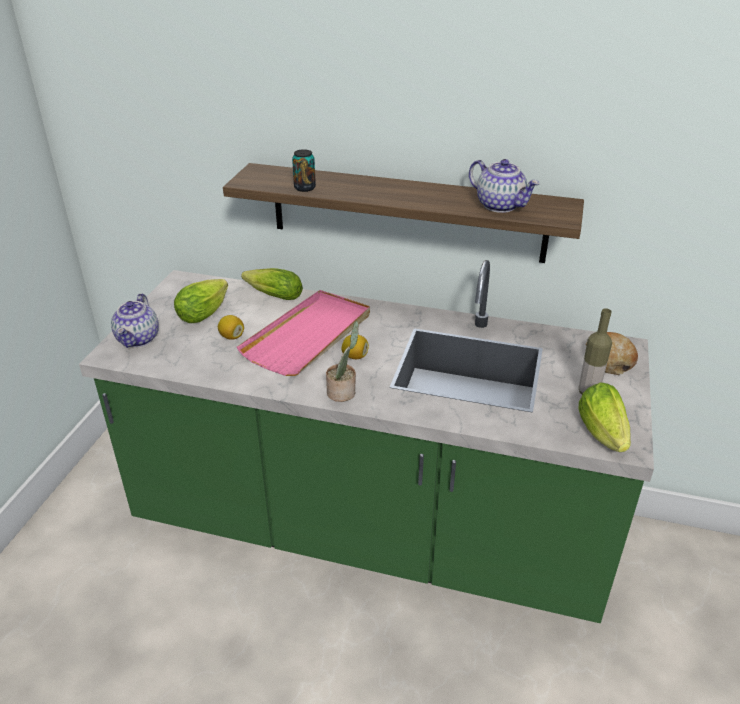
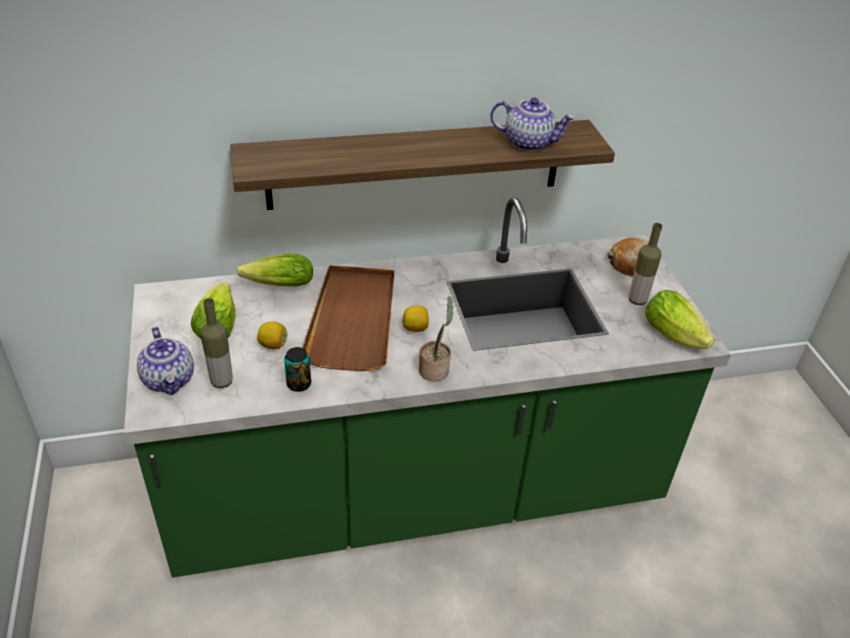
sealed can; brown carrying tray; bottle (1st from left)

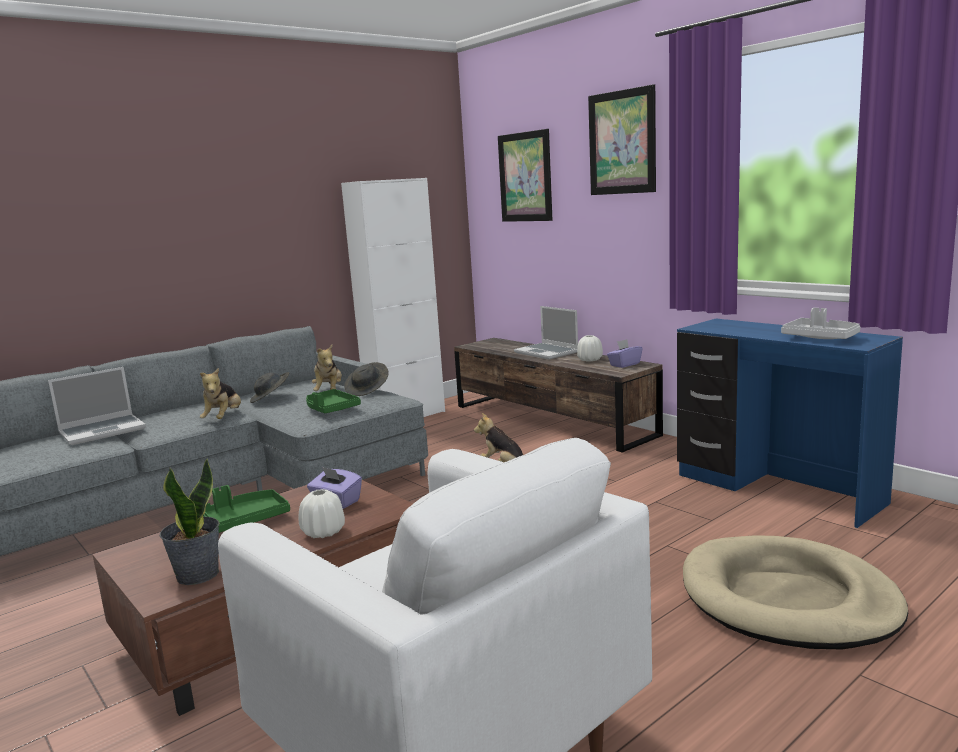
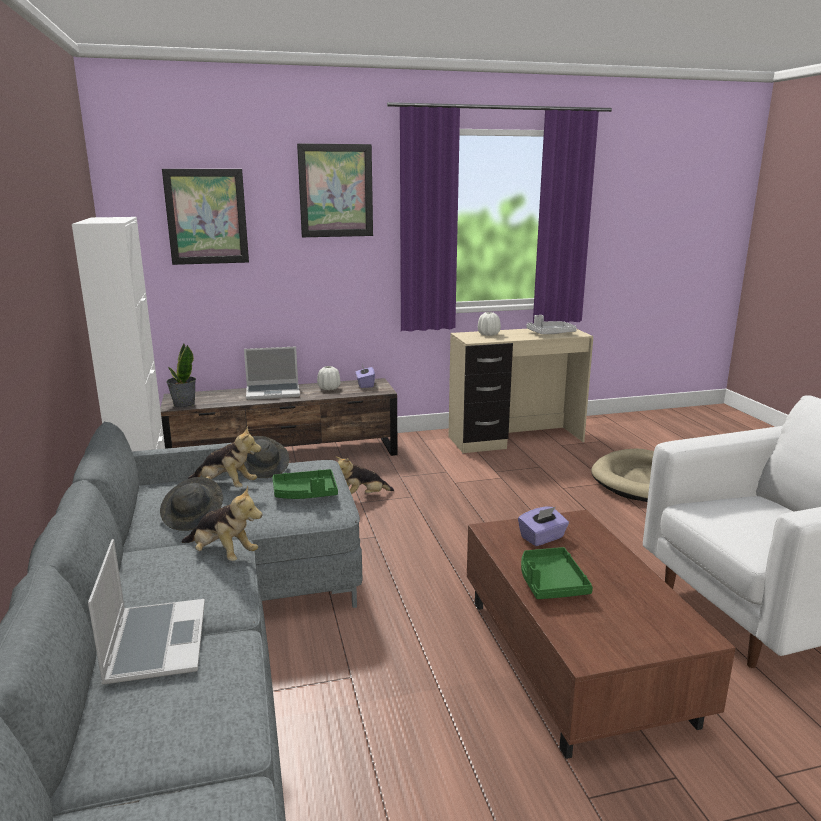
beige desk; potted plant; white flower vase (2nd from left)

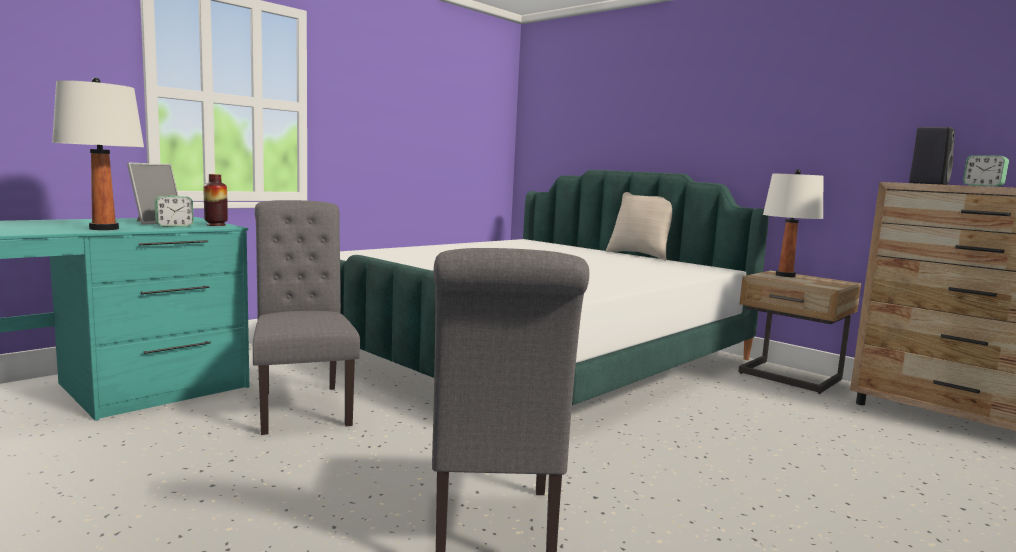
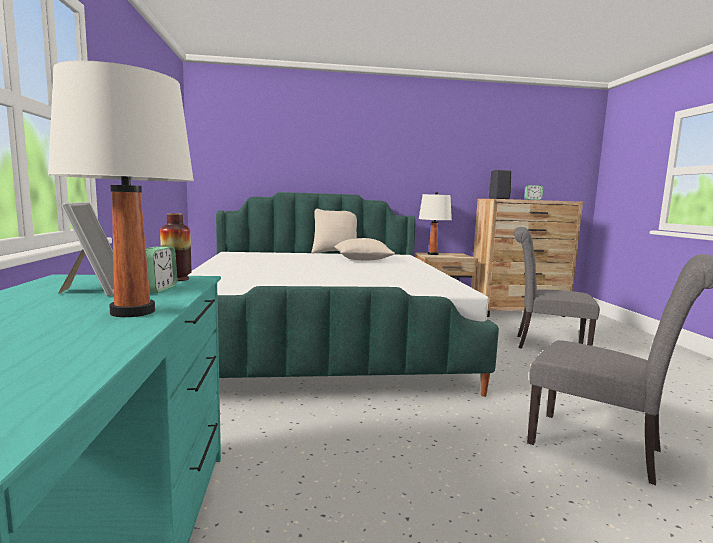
greyish chair (1st from left); beige cushion (2nd from left)

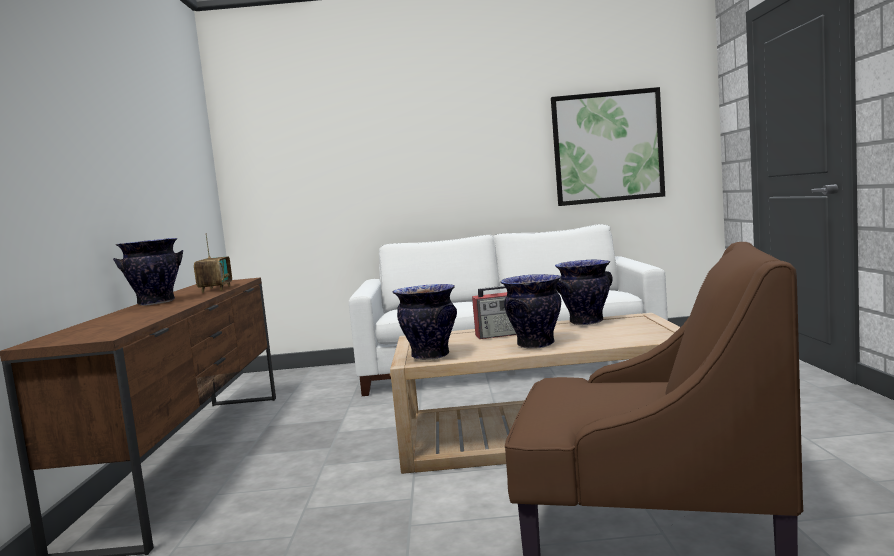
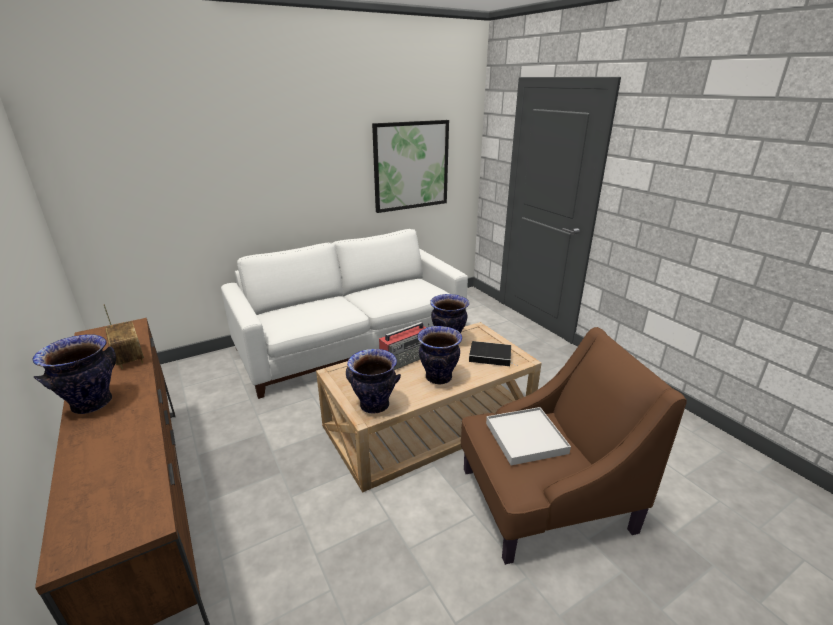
book; white carrying tray

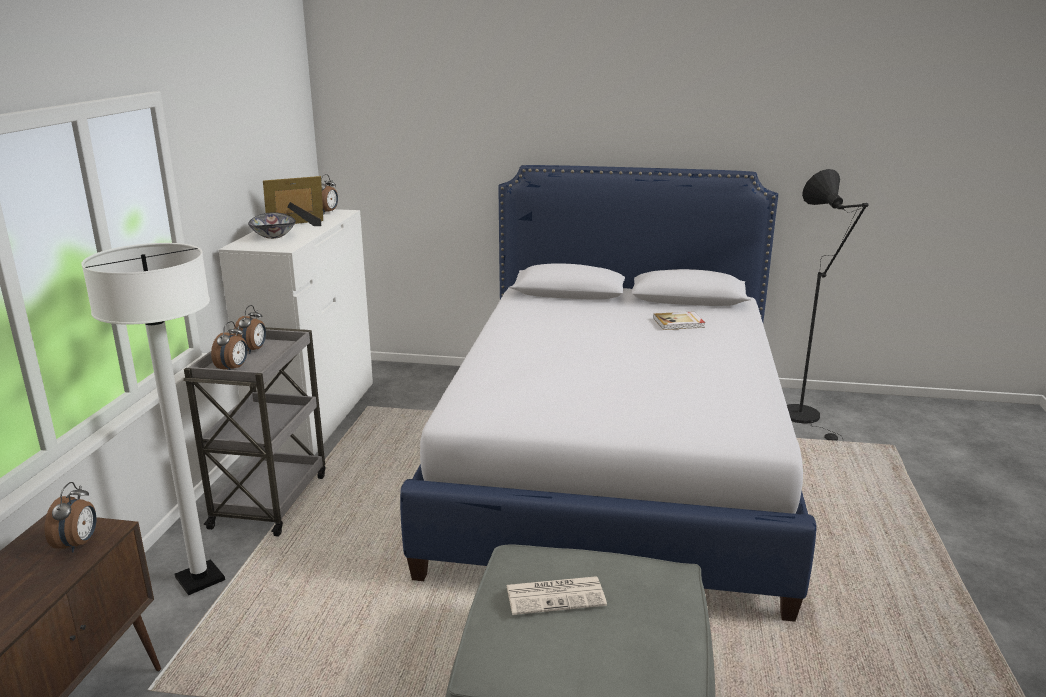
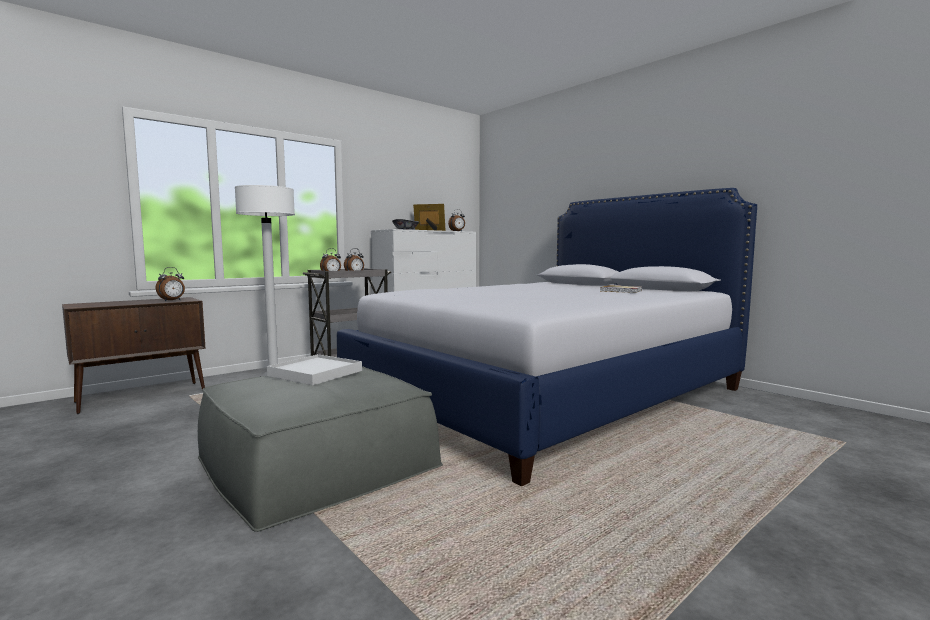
black floor lamp; white carrying tray

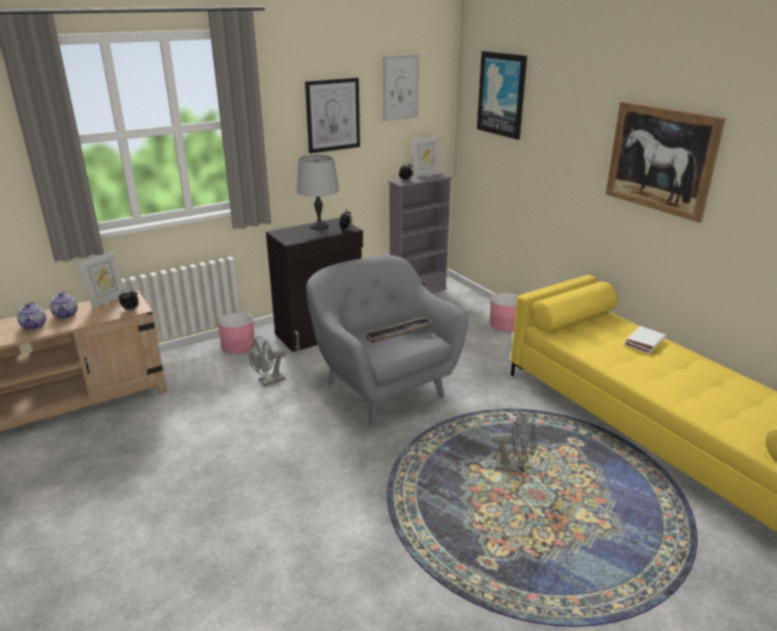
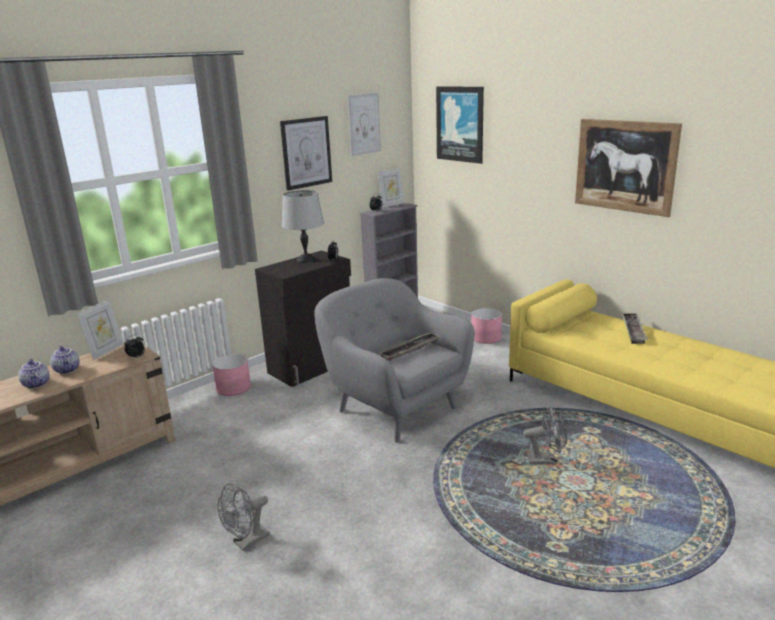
carrying tray (2nd from left); greyish fan (1st from left)

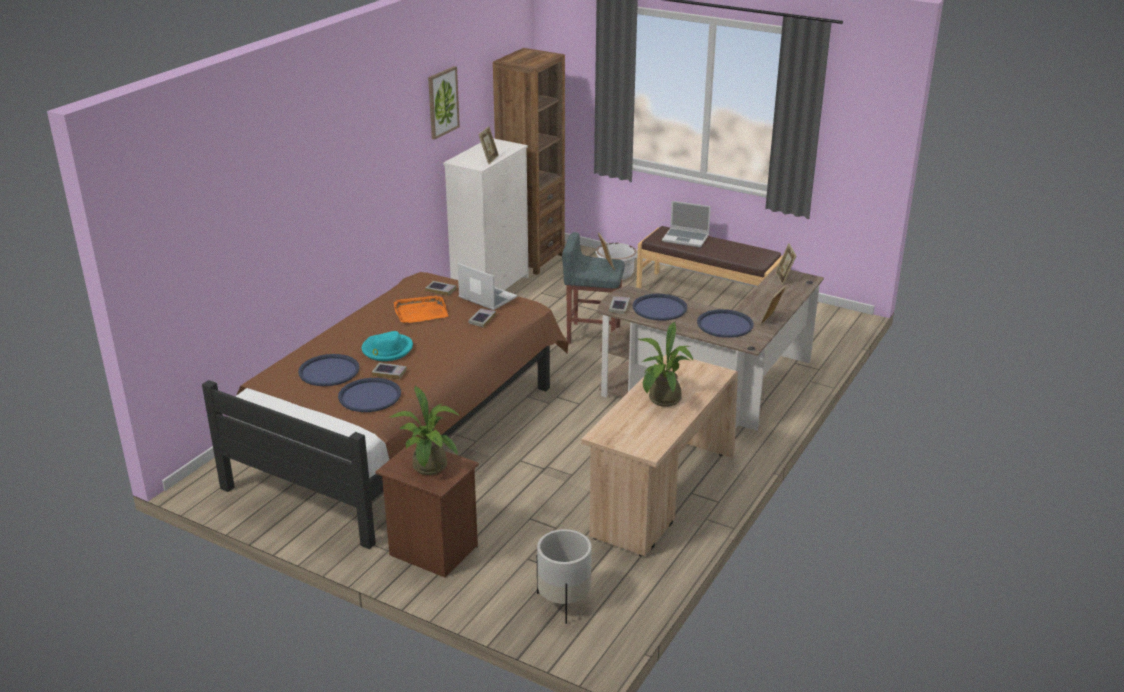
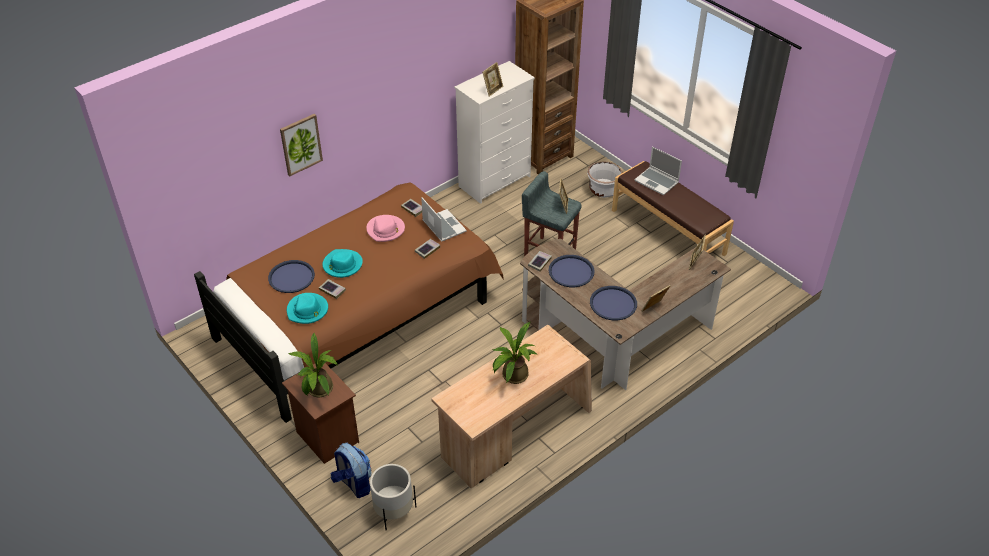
picture; pink hat; blue-green hat (1st from left); backpack

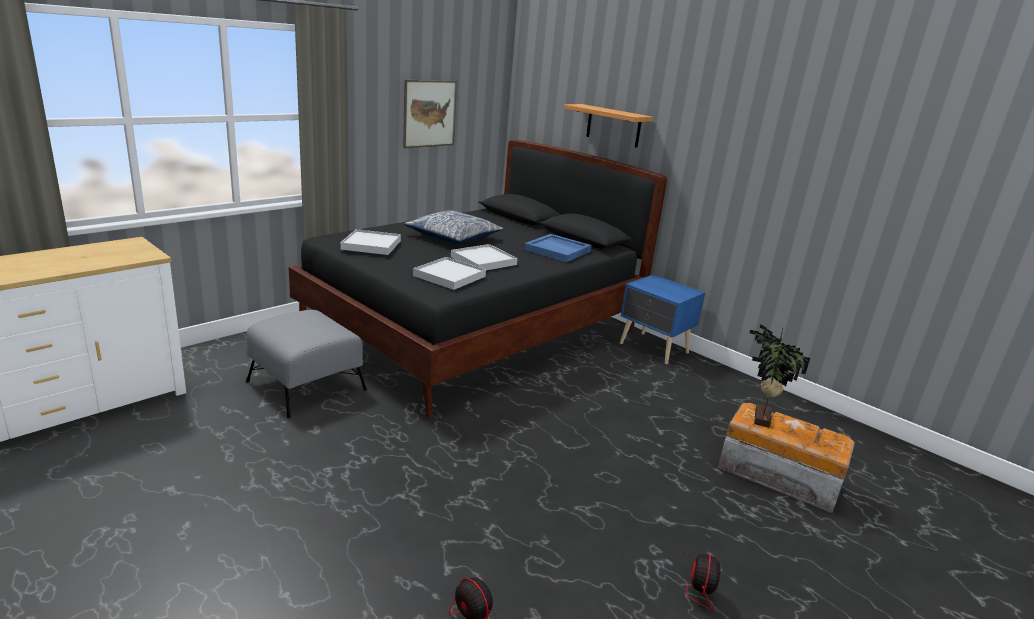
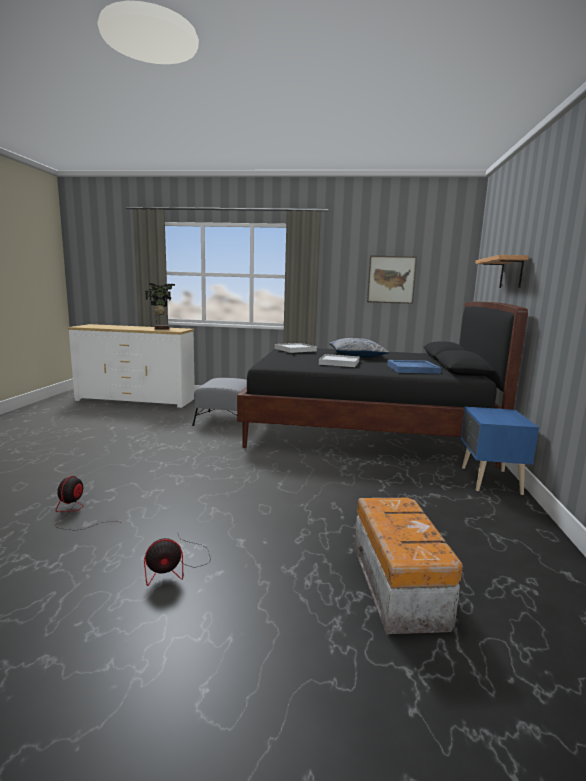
white carrying tray (2nd from left in the first image); potted plant

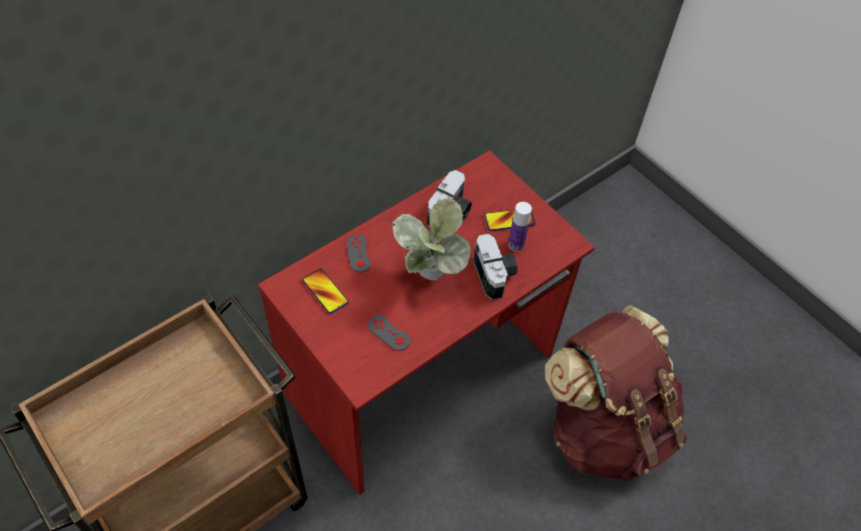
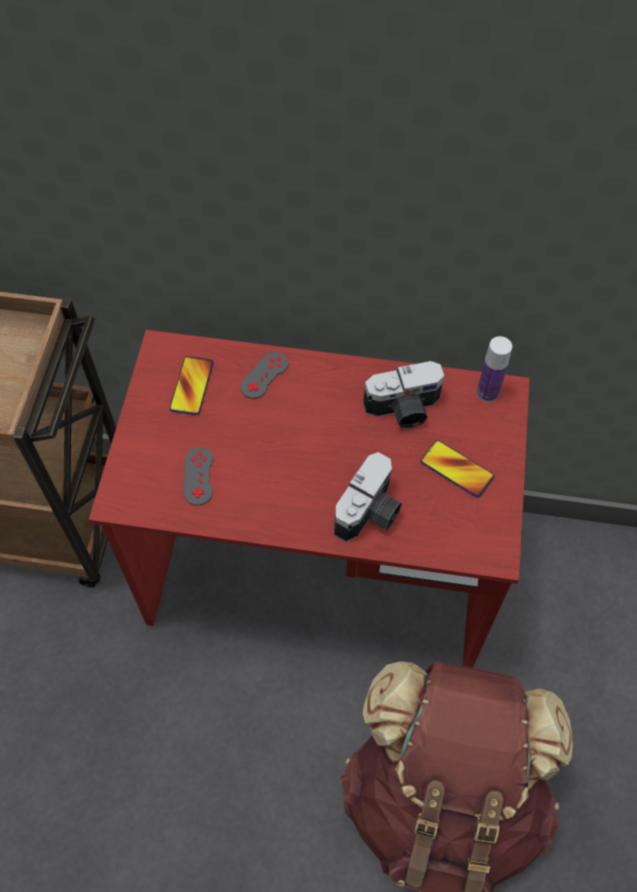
potted plant; bottle

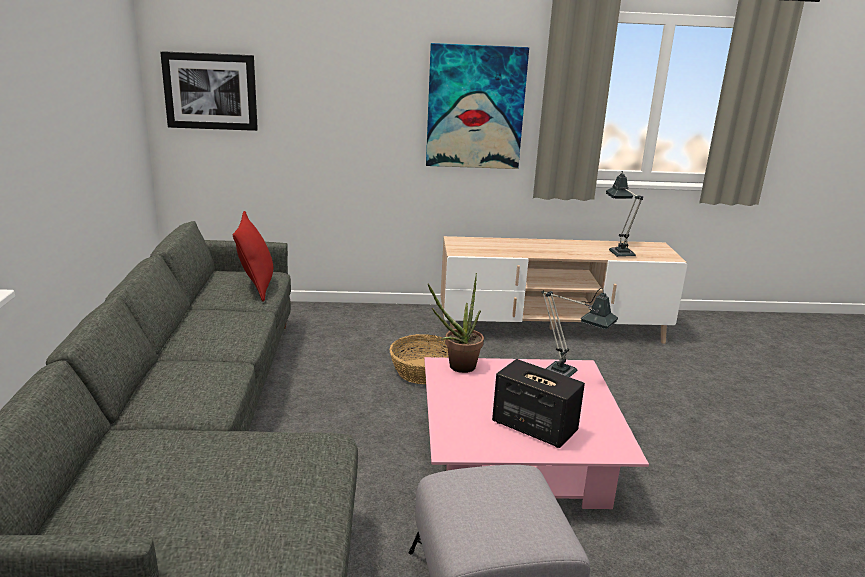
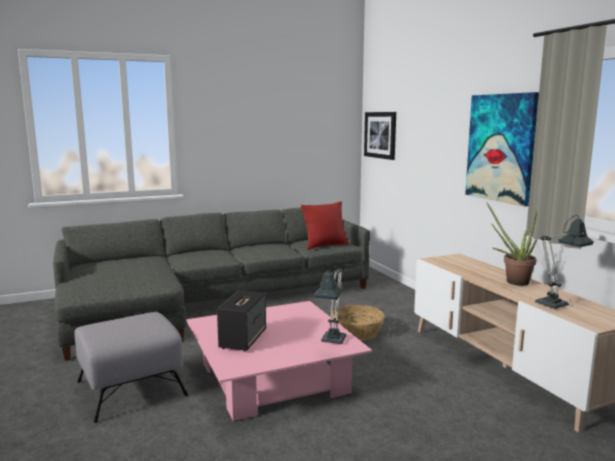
potted plant

